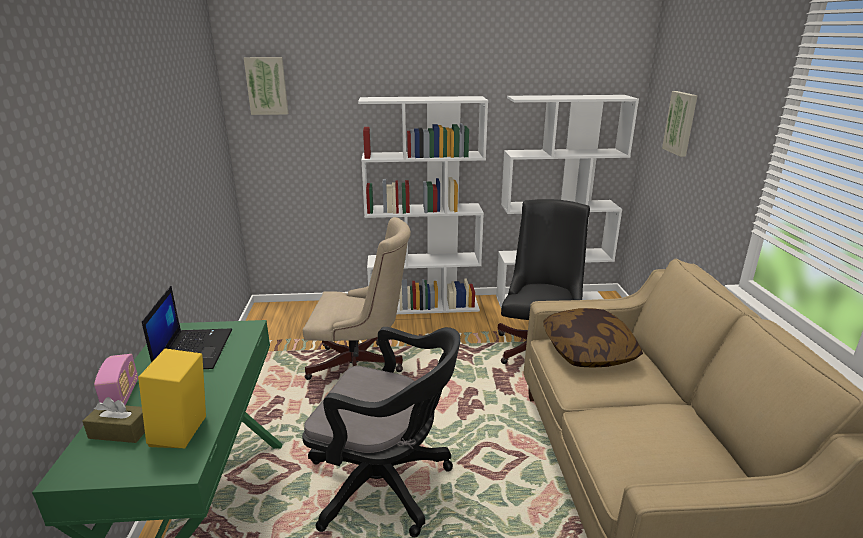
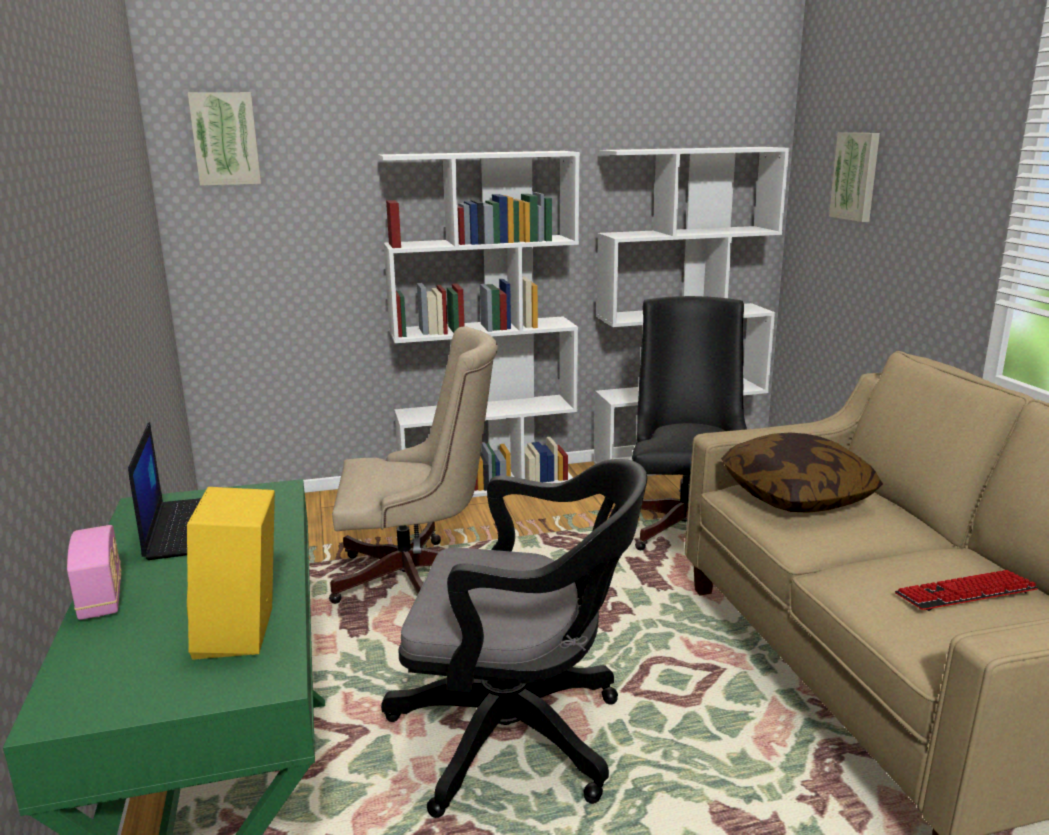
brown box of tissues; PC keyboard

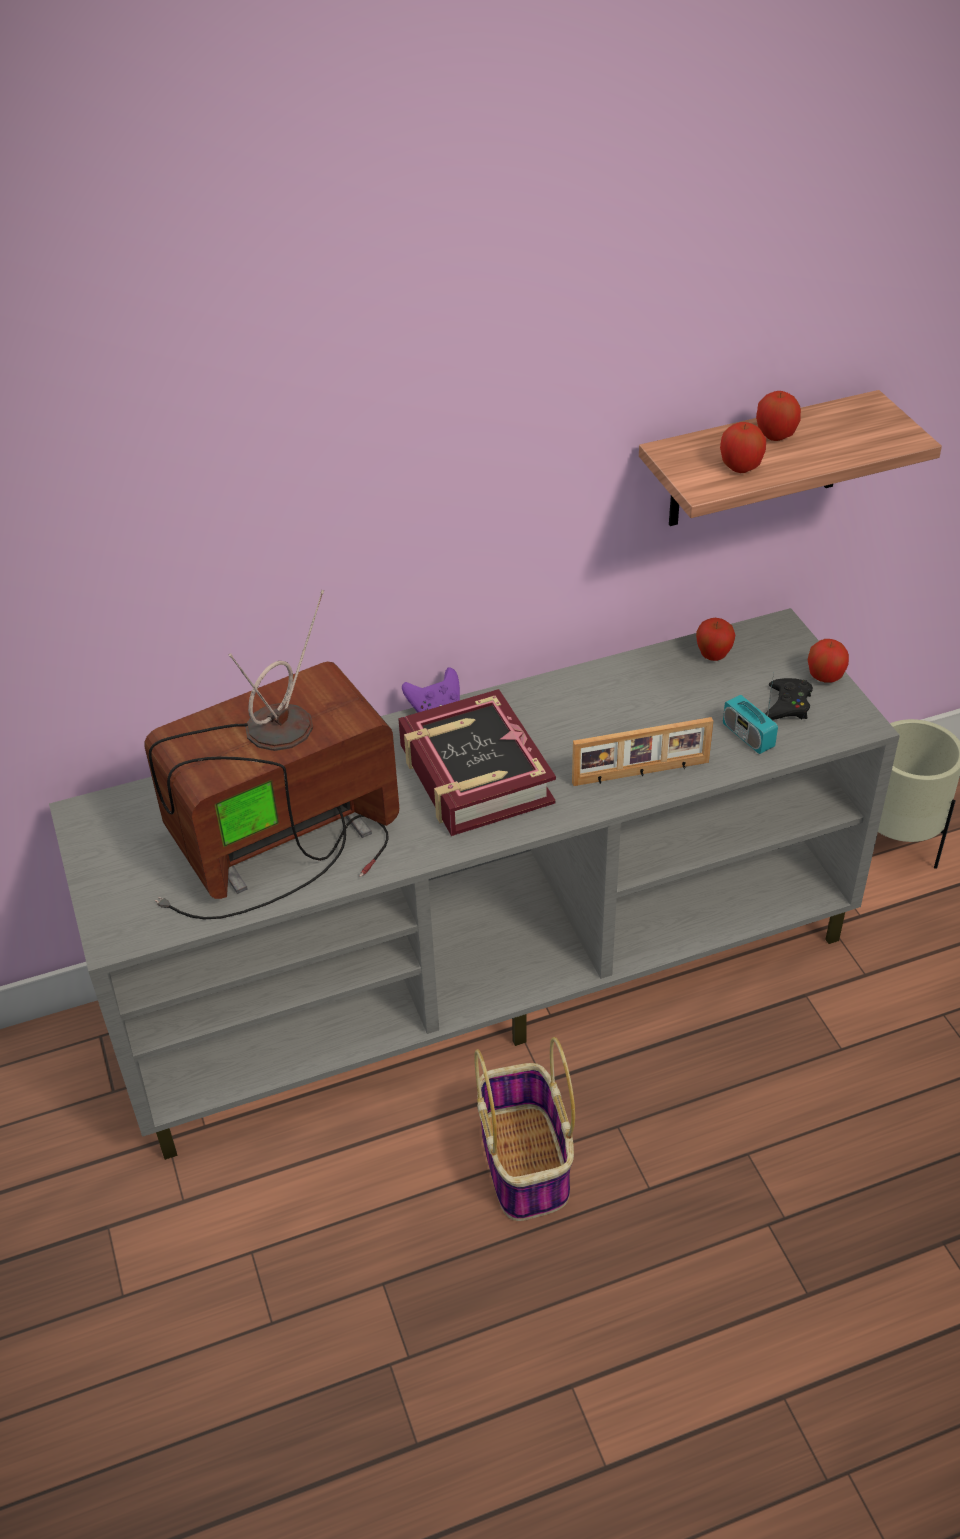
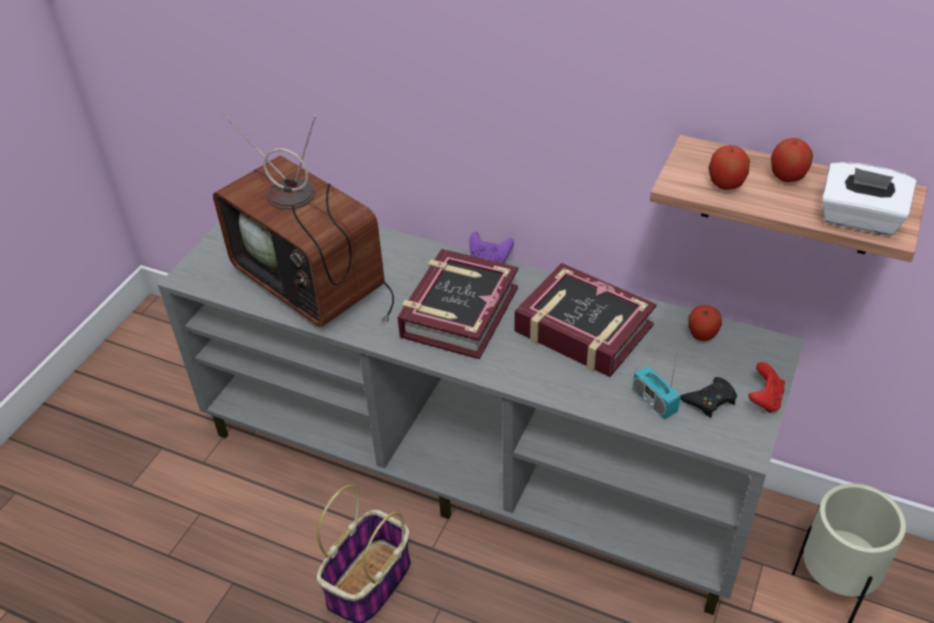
television; red-coloured joypad; radio; picture frame; white box of tissues; book (2nd from left)

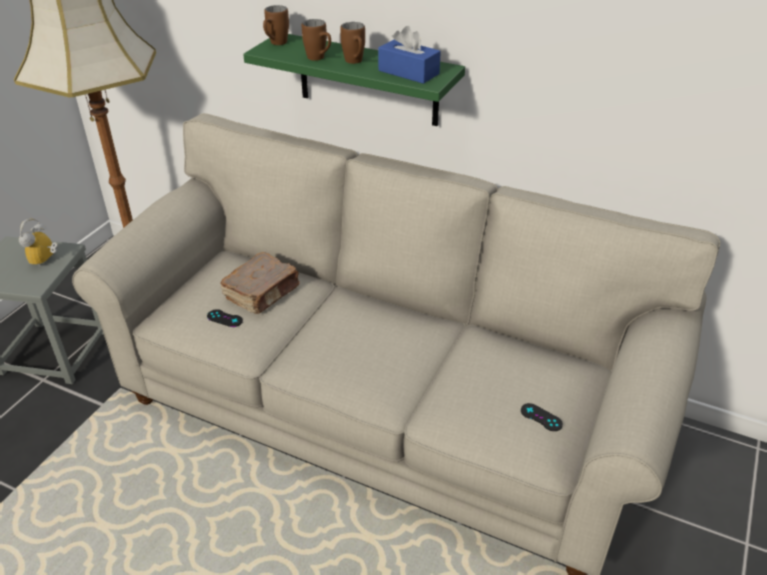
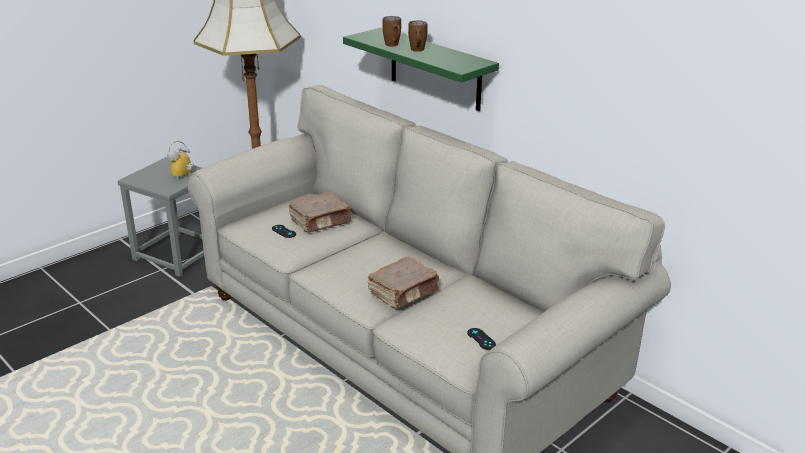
brown mug (1st from left in the first image); blue-coloured box of tissues; brown book (2nd from left)

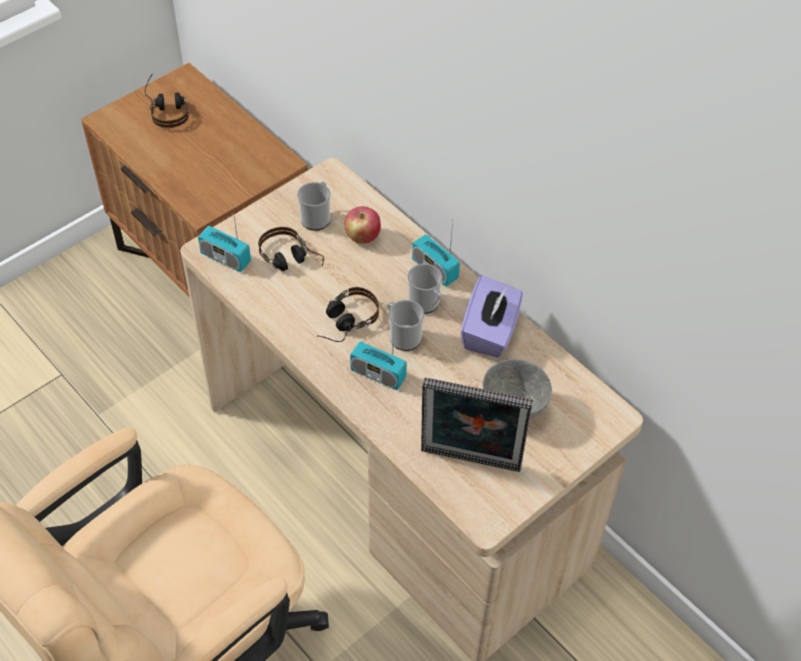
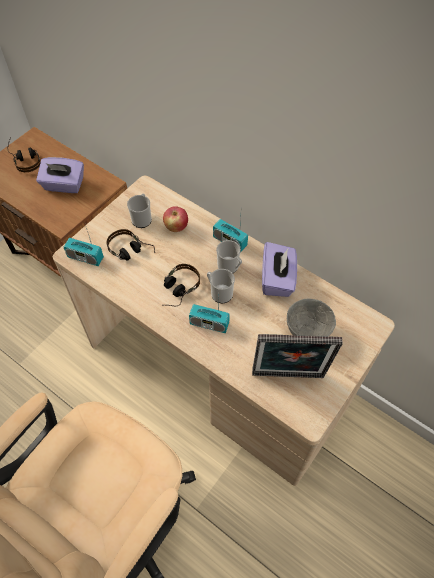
purplish box of tissues (1st from left)

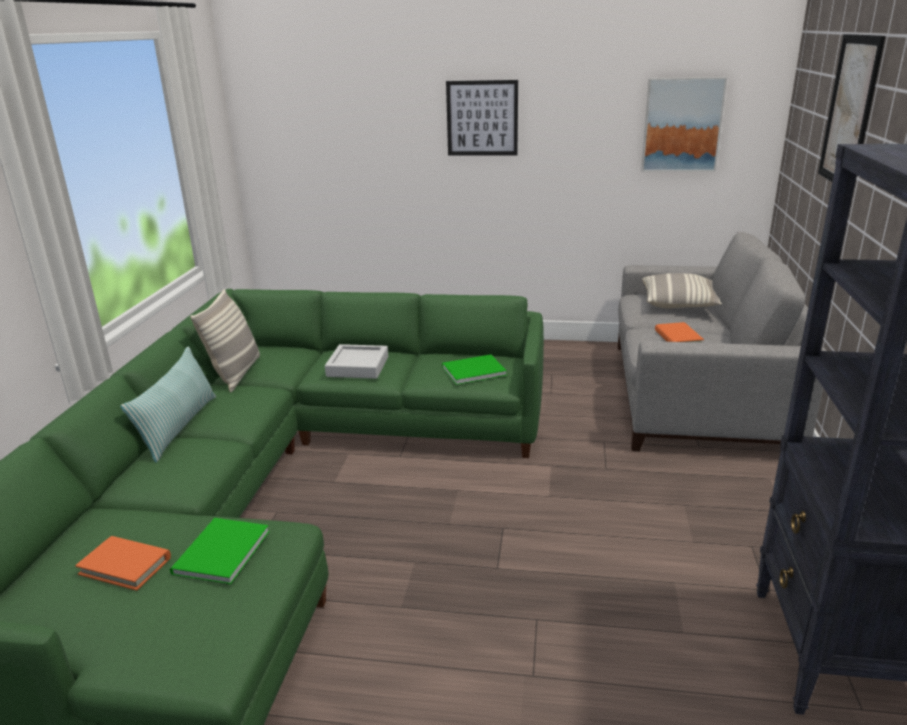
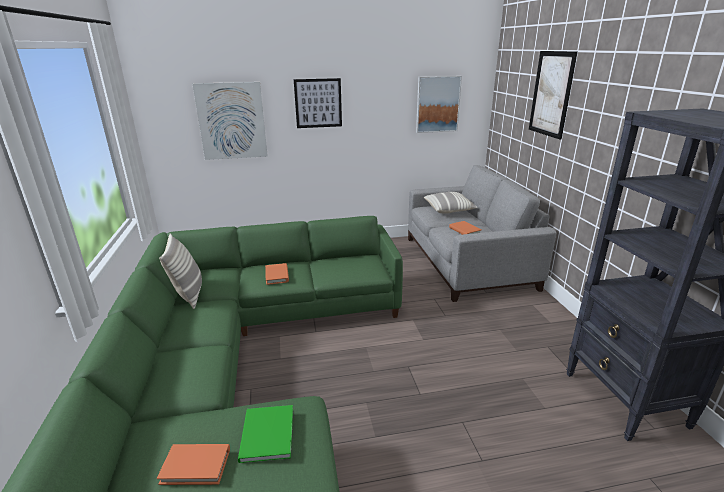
orange book (2nd from left); cushion (1st from left in the first image); green book (2nd from left in the first image); picture (1st from left)

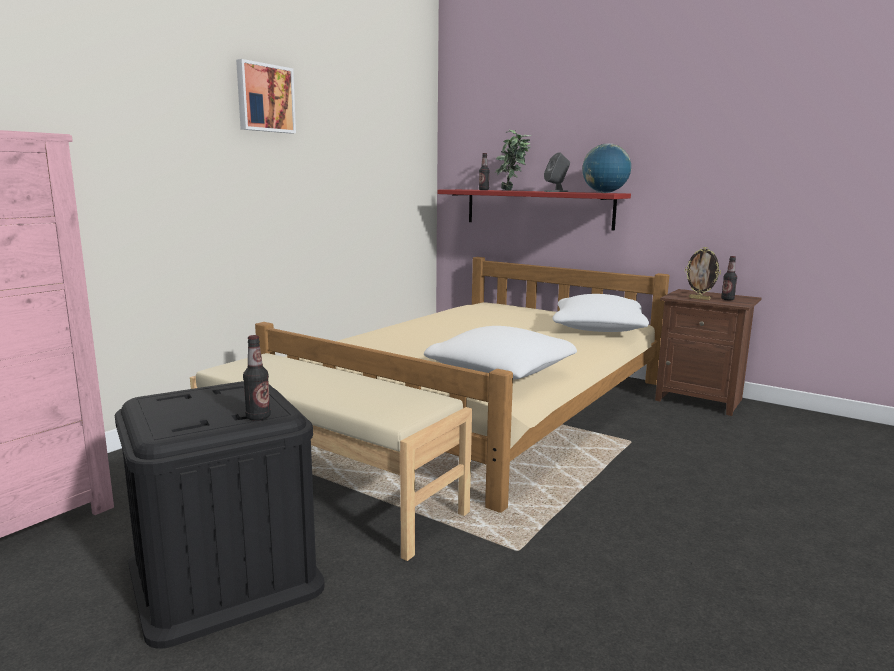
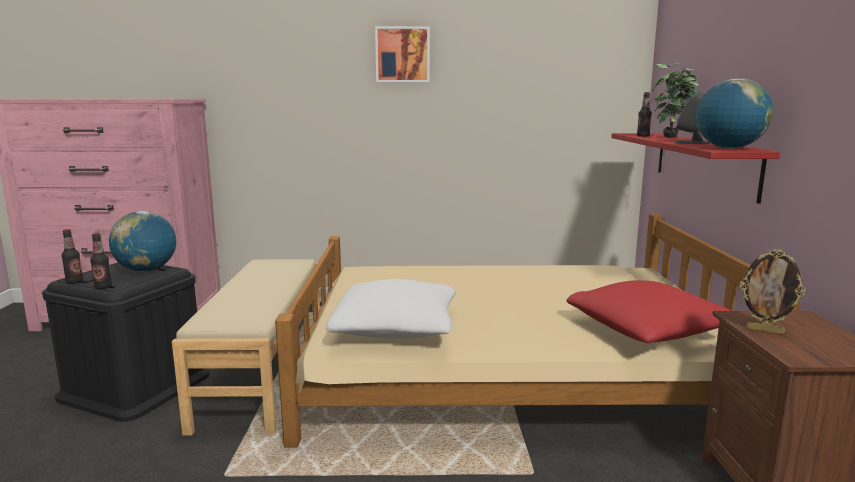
picture frame; bottle (1st from left); red-coloured cushion; world globe (1st from left)

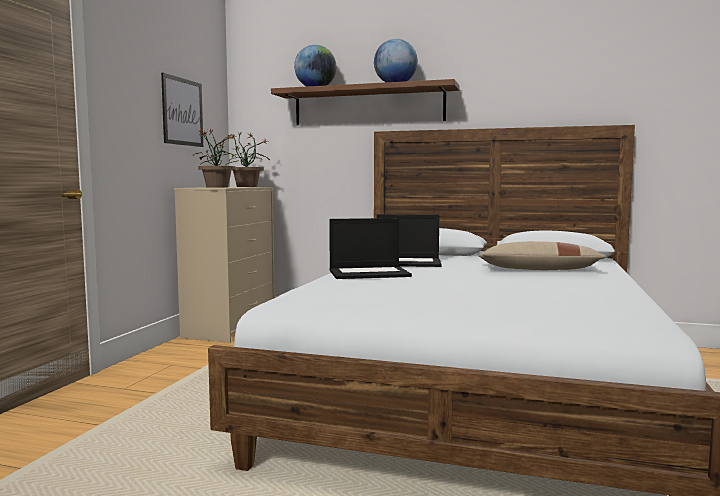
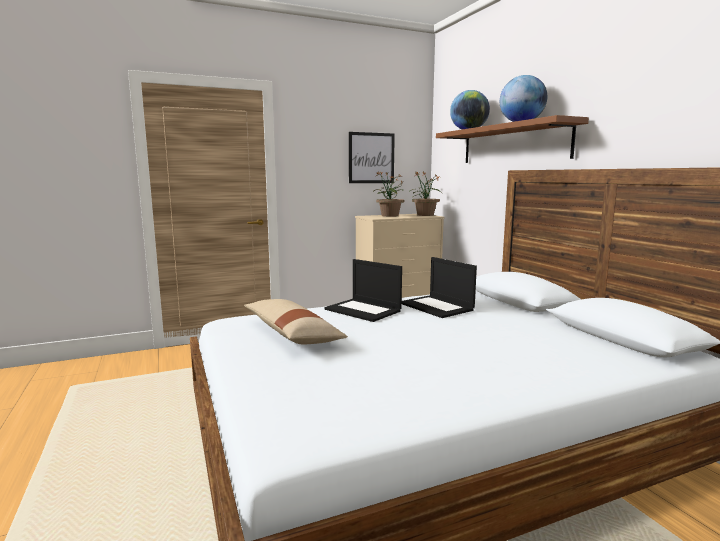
beige cushion

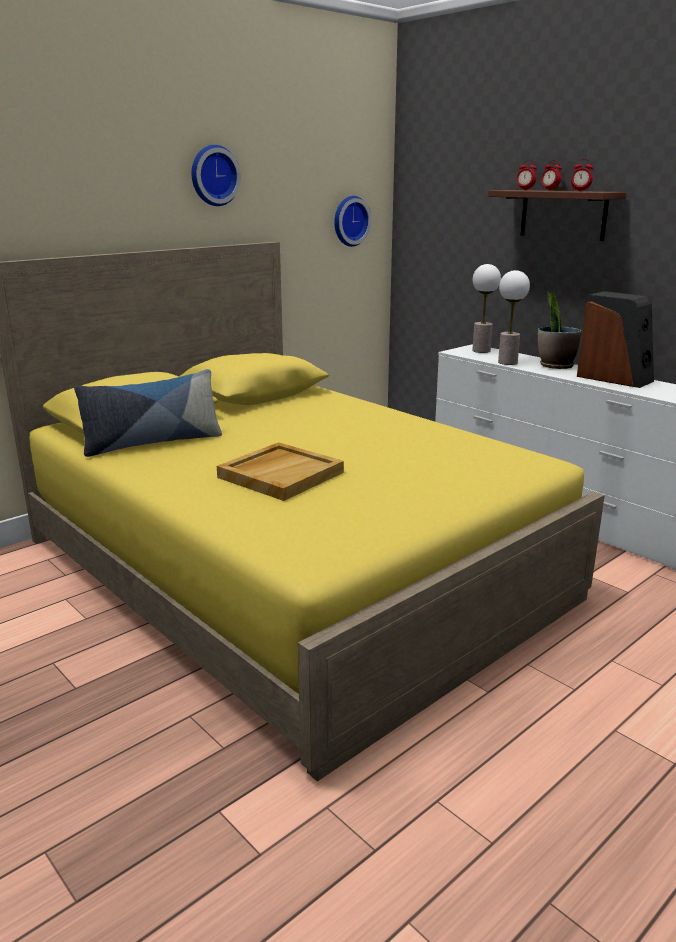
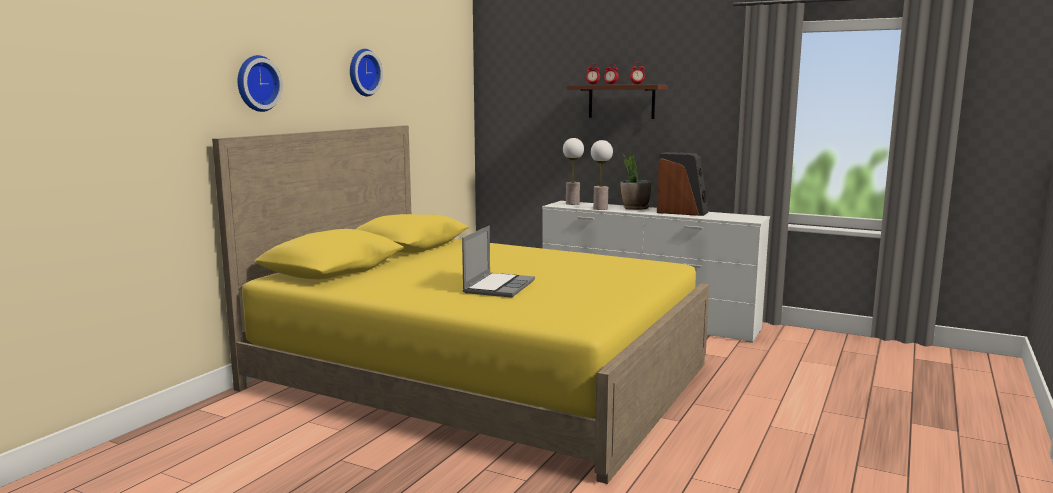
clock on the wall (1st from left); cushion; portable computer

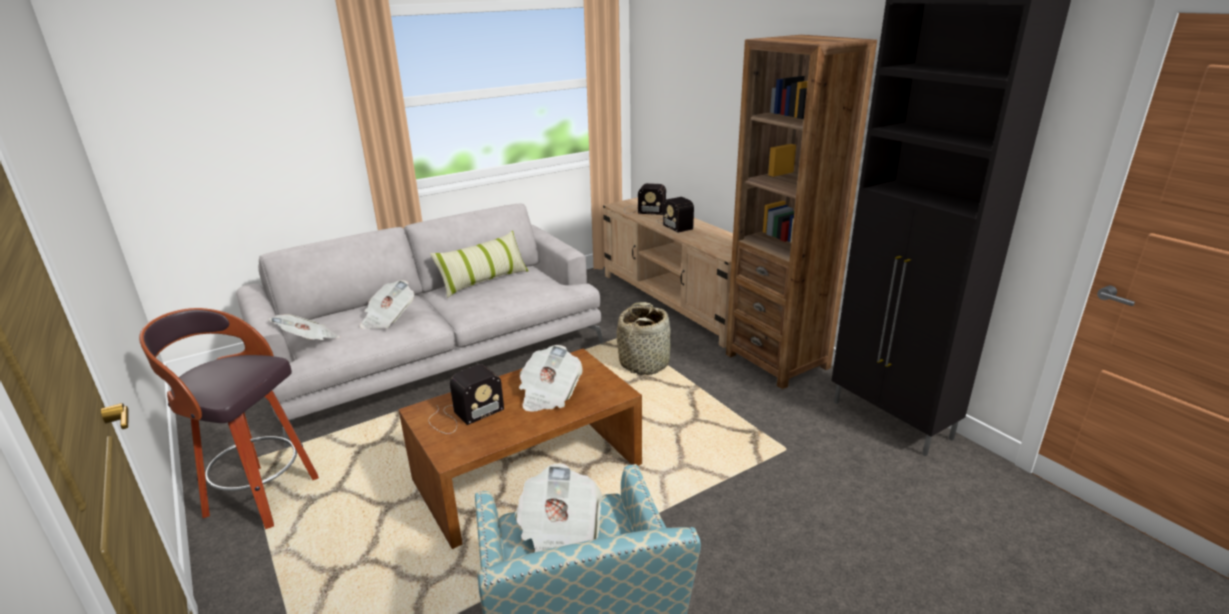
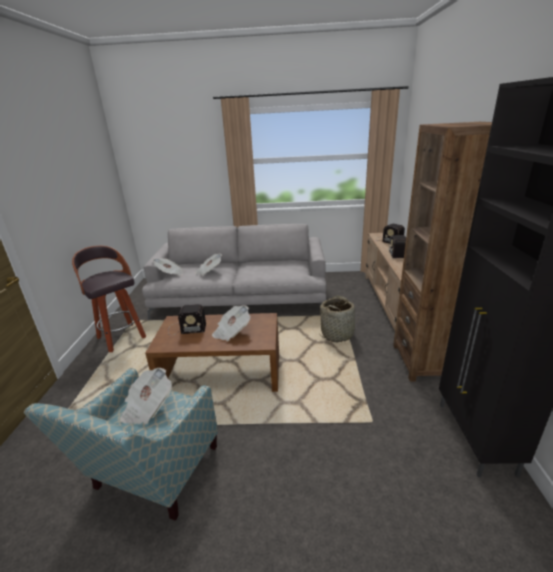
cushion

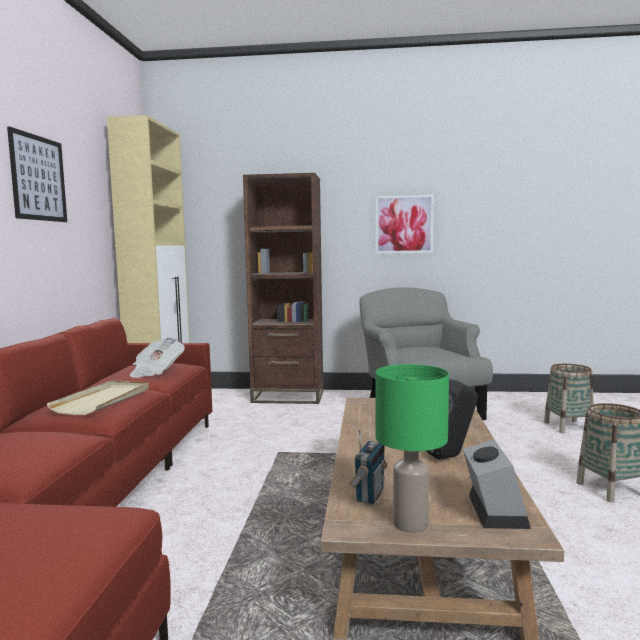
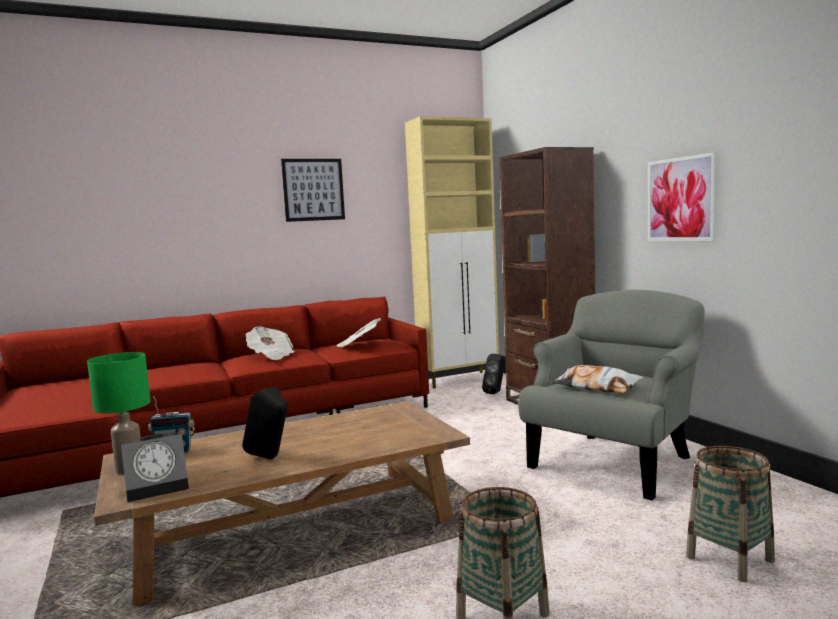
newspaper (1st from left); black loudspeaker (2nd from left); cushion

